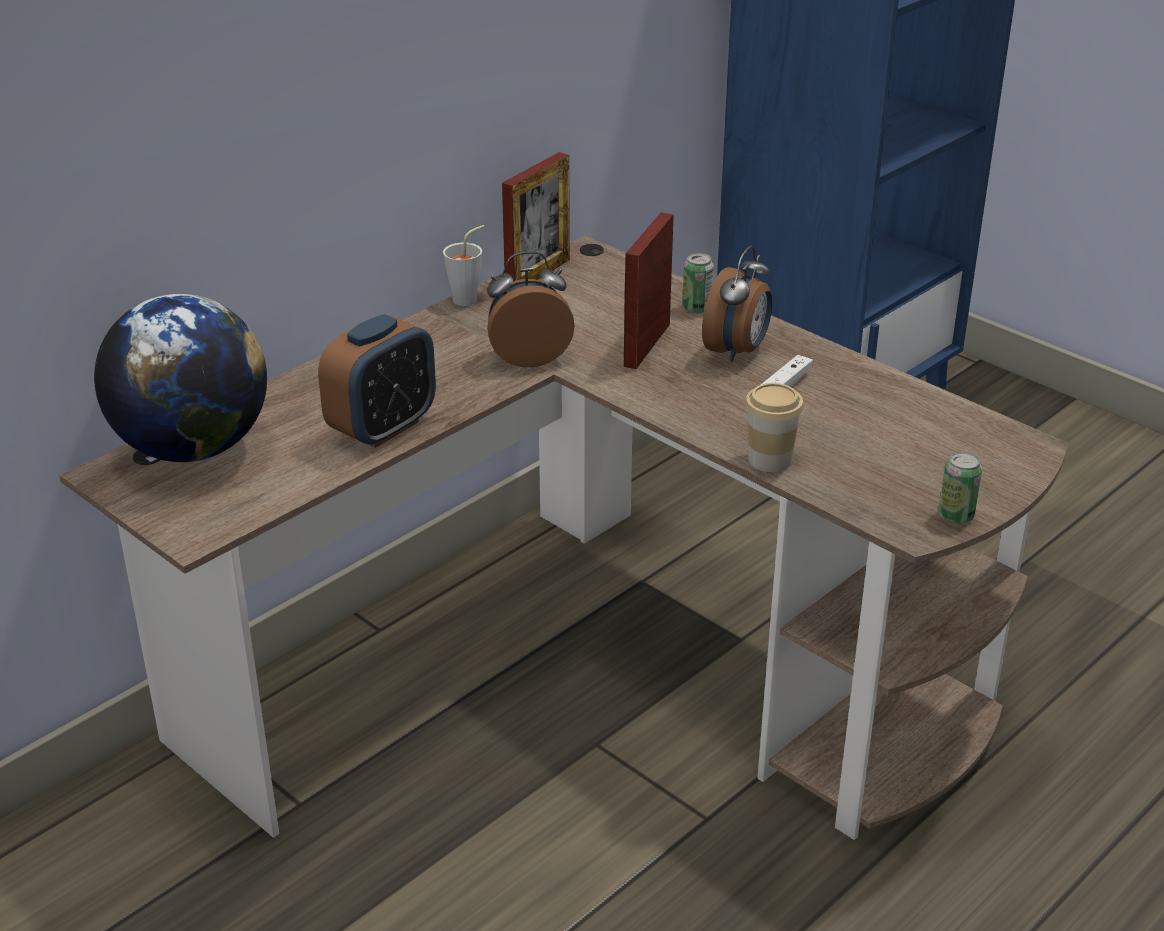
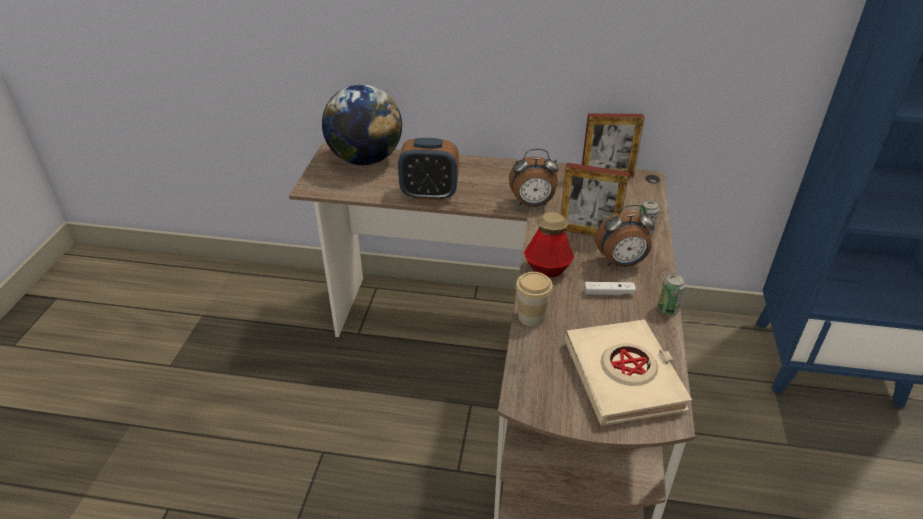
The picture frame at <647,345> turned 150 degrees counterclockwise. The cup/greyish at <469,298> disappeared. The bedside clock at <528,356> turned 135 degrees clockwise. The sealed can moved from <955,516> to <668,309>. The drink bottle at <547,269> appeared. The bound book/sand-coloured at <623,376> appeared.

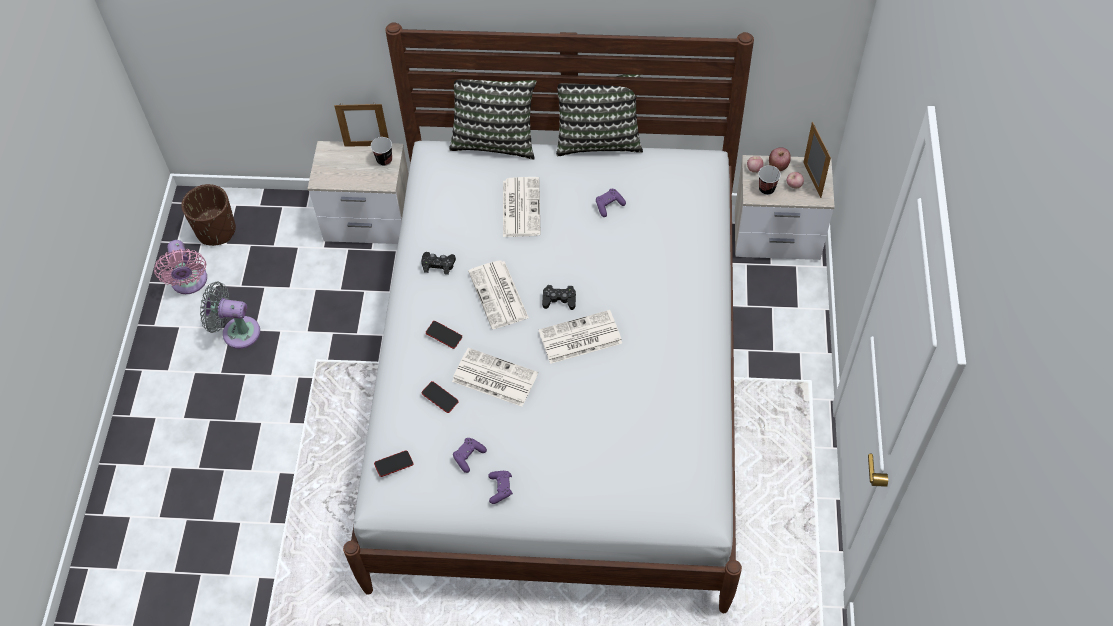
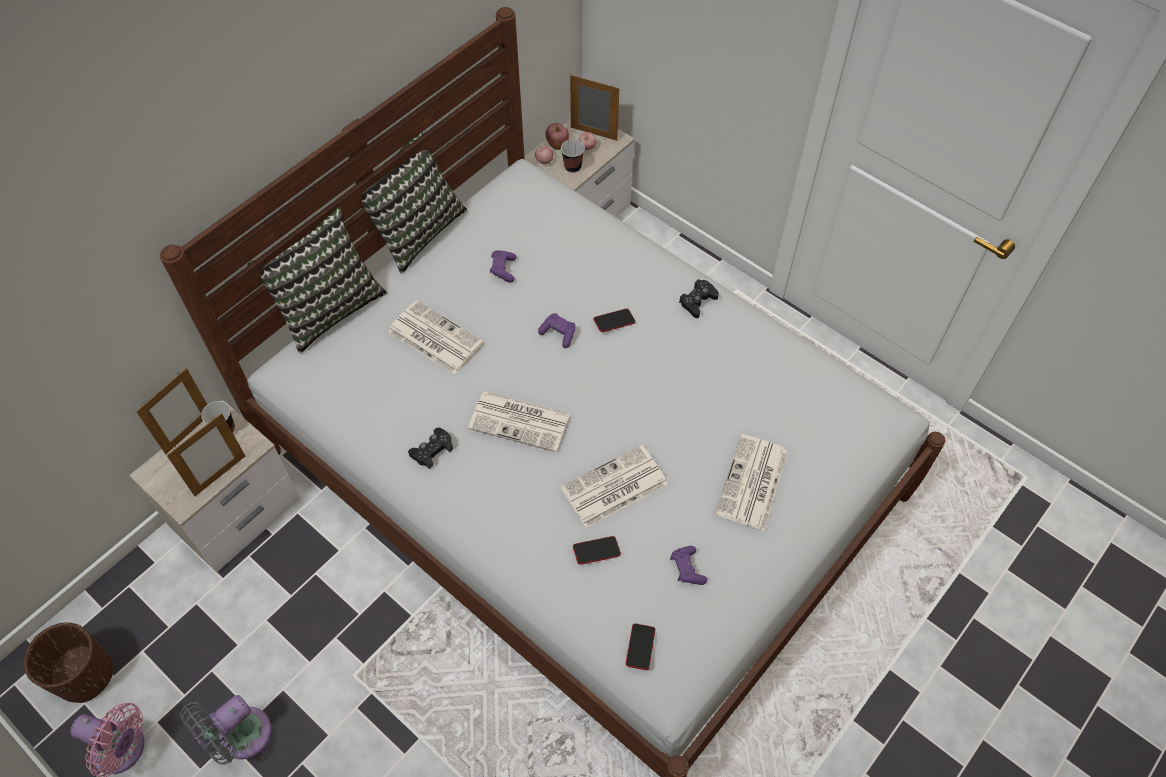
The joypad/black moved from <559,300> to <697,301>. The newspaper moved from <579,338> to <752,484>. The handset moved from <444,336> to <614,322>. The joypad/purplish moved from <500,489> to <558,334>. The picture frame at <220,475> appeared.

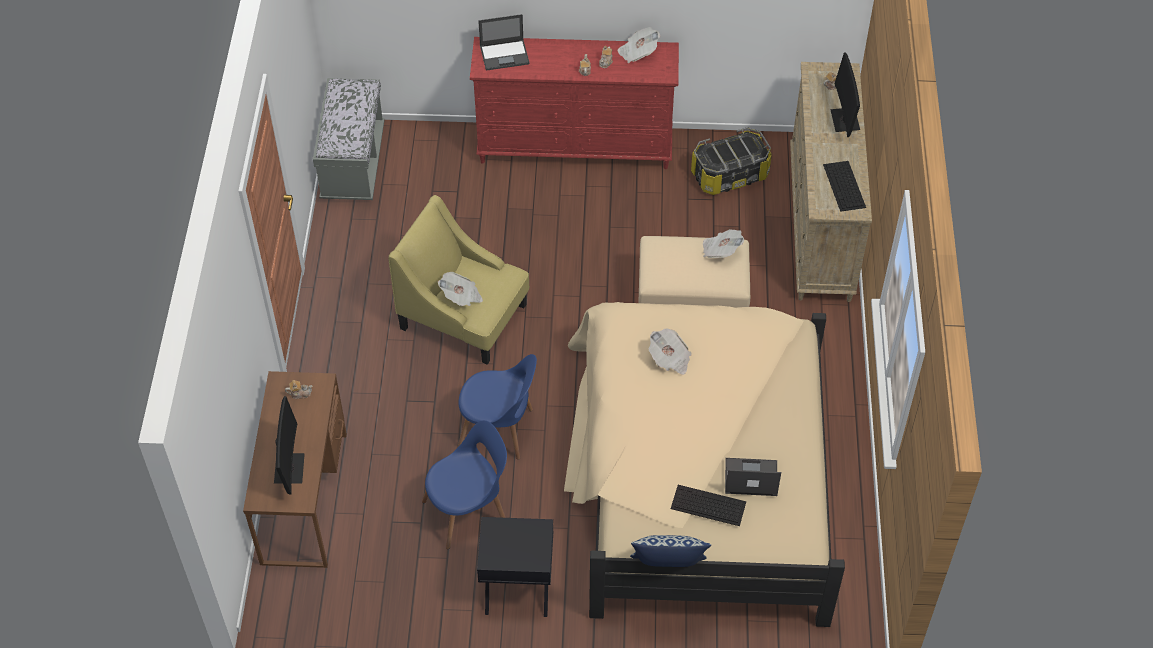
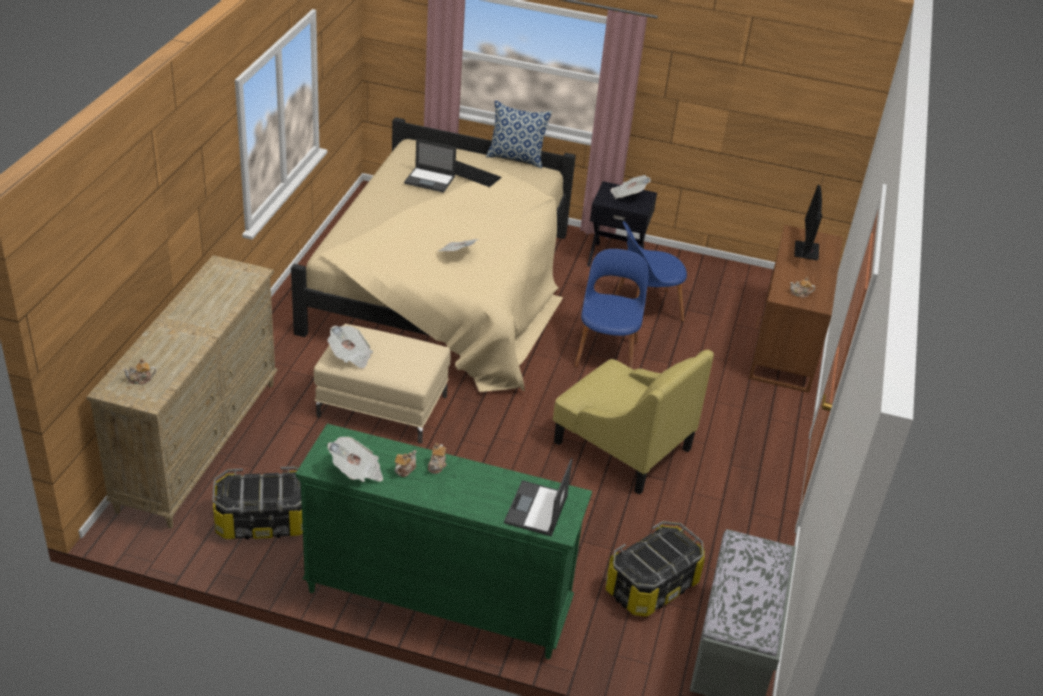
The portable computer at <505,55> turned 75 degrees counterclockwise. The drawer chest/red at <576,148> became the drawer chest/greenish at <436,600>. The monitor at <845,120> disappeared. The computer keyboard at <844,186> disappeared. The newspaper moved from <461,297> to <628,195>. The plain chair/blue at <499,430> turned 75 degrees clockwise. The storage bin at <652,586> appeared.

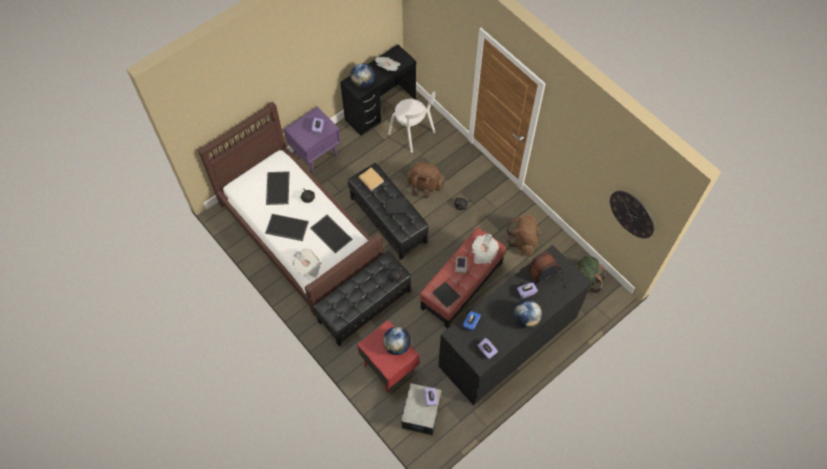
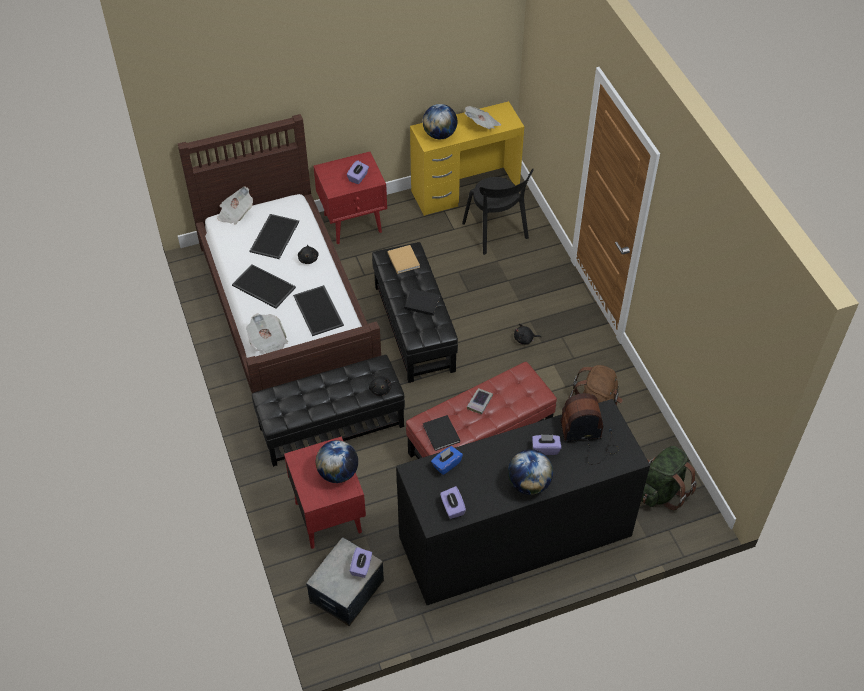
The desk unit/black at <380,109> became the desk unit/yellowish at <465,190>. The plain chair/white-coloured at <413,134> became the plain chair/black at <496,232>. The night table/purplish at <316,155> became the night table/red at <353,223>. The rucksack/brown at <424,186> disappeared. The clock on the wall at <632,214> disappeared. The newspaper moved from <483,253> to <235,212>.

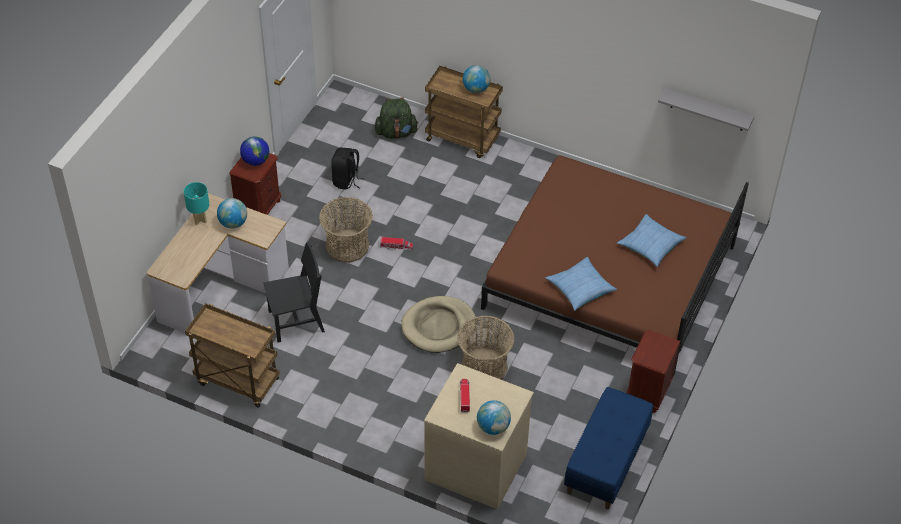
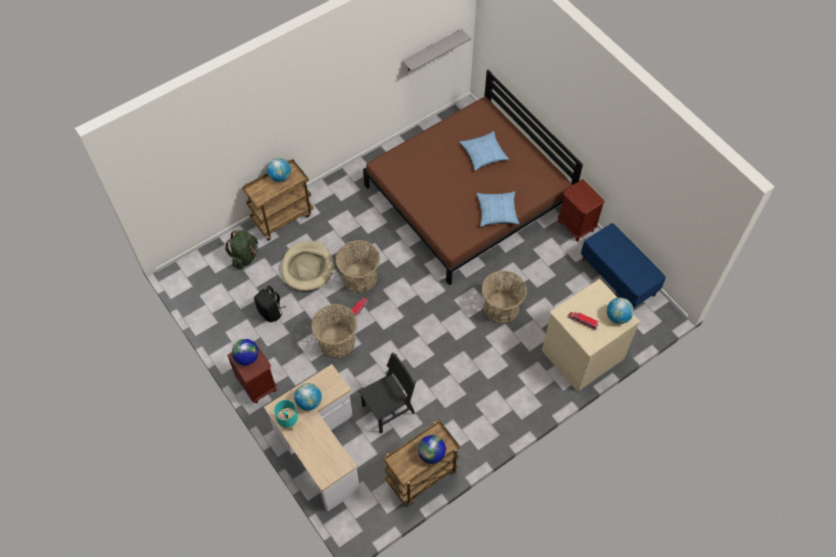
The plain chair/black at <296,321> turned 45 degrees clockwise. The dog bed/sand-coloured moved from <439,326> to <307,267>. The basket at <359,277> appeared. The desk globe at <431,454> appeared.

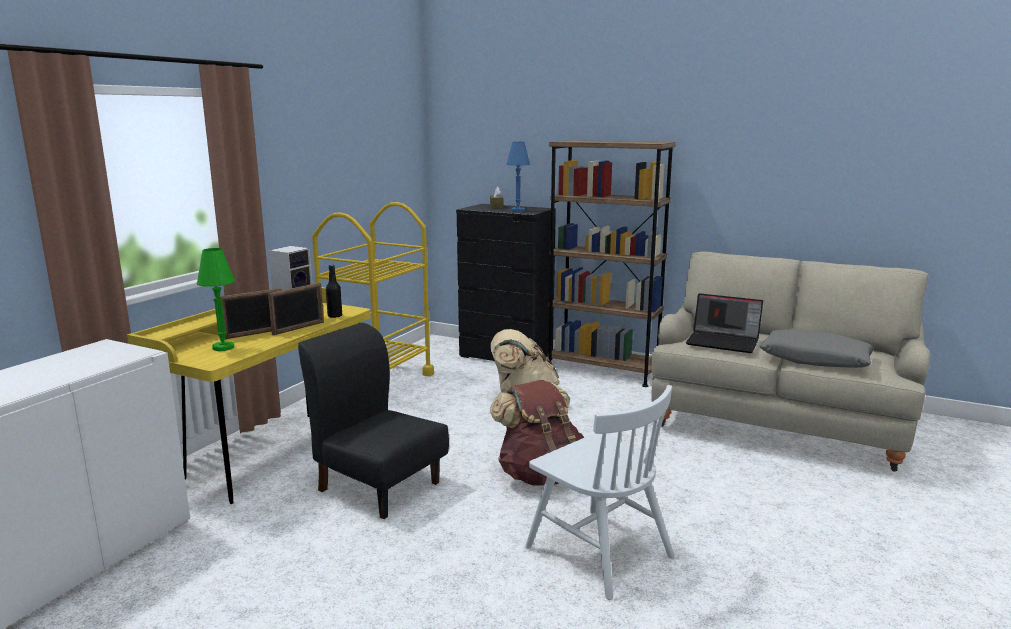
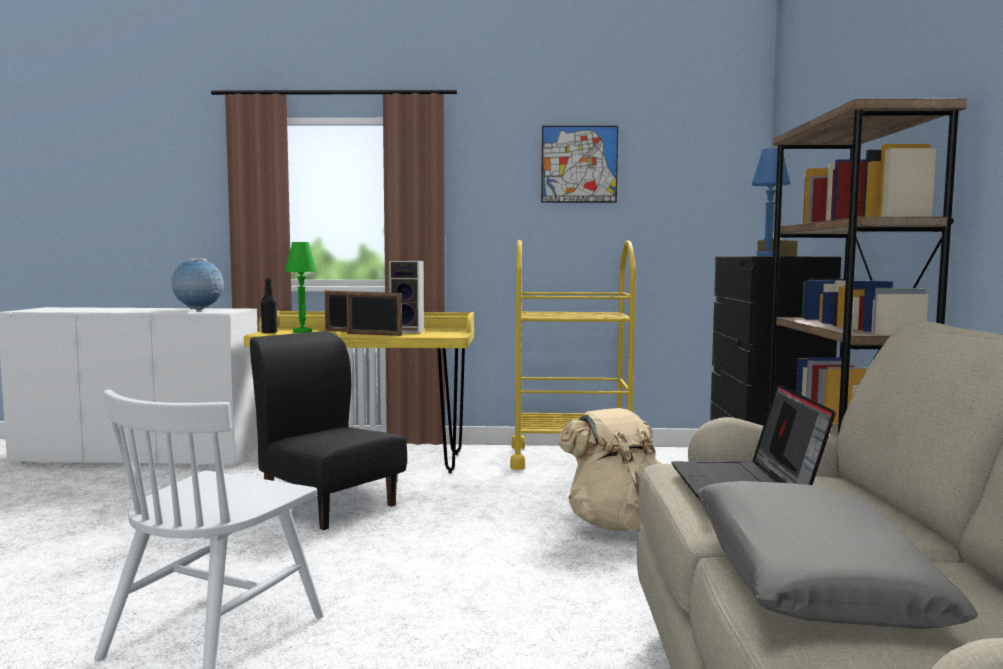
The drink bottle/black moved from <335,316> to <269,332>. The plain chair/black at <379,485> turned 60 degrees counterclockwise. The rucksack/brown at <540,475> disappeared. The wall art at <579,164> appeared. The desk globe at <198,310> appeared.

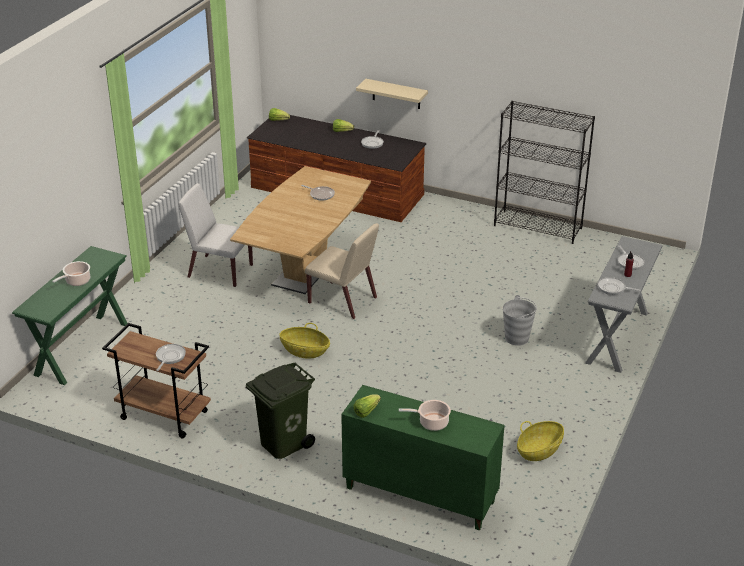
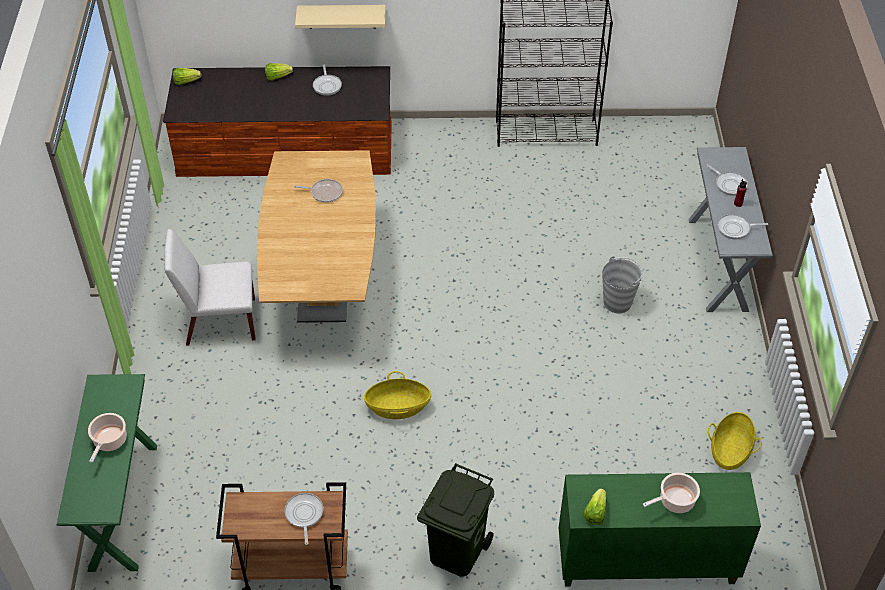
The plain chair/sand-coloured at <343,300> disappeared.

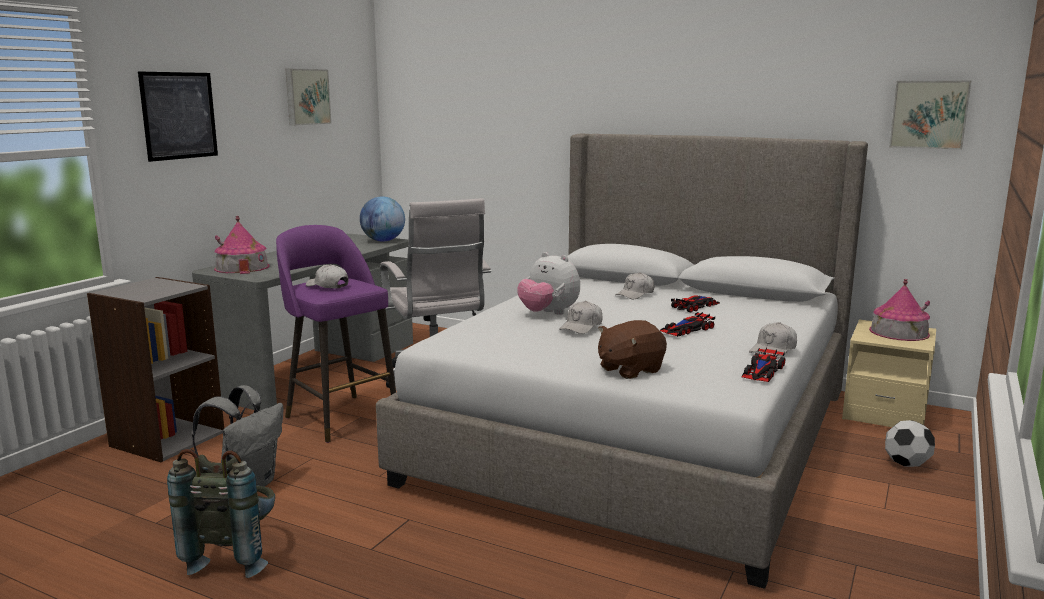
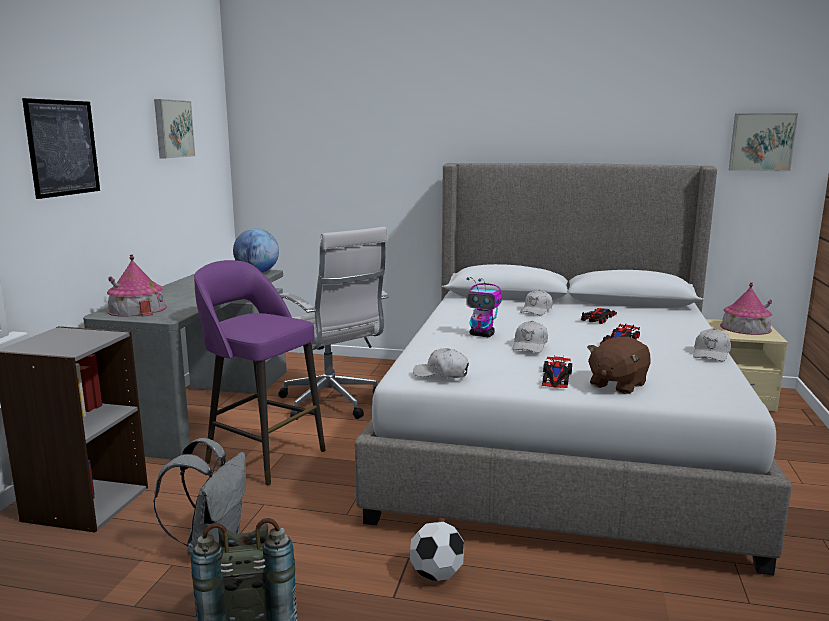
The soft toy at <548,314> was replaced by the robot figure at <482,335>. The baseball cap/white-coloured moved from <327,286> to <441,374>. The model car moved from <763,371> to <556,378>. The ball for football moved from <906,464> to <437,575>.

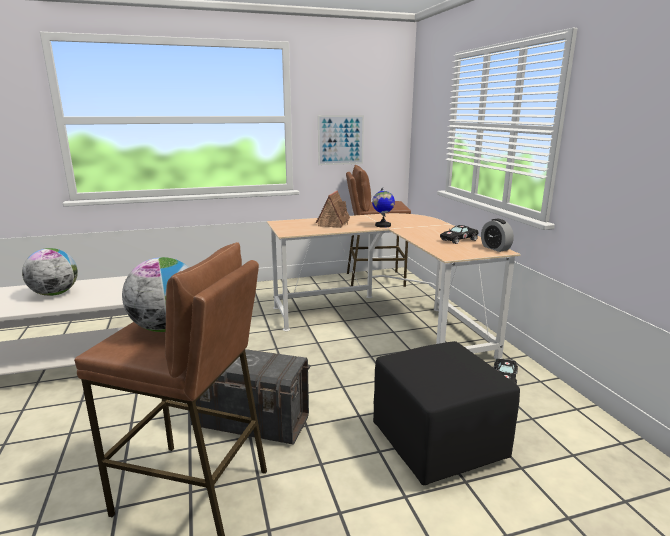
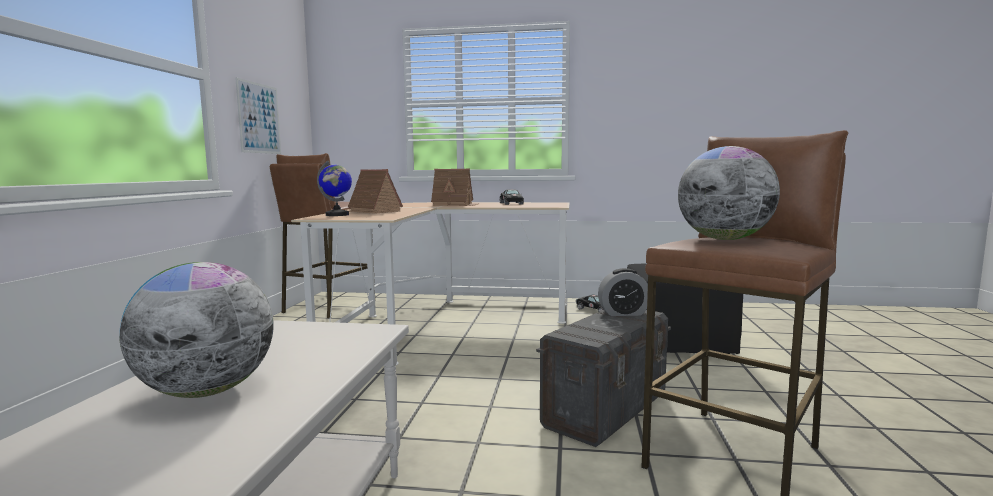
The desk globe moved from <382,225> to <337,215>. The bedside clock moved from <495,248> to <623,313>. The toy house at <455,205> appeared.

